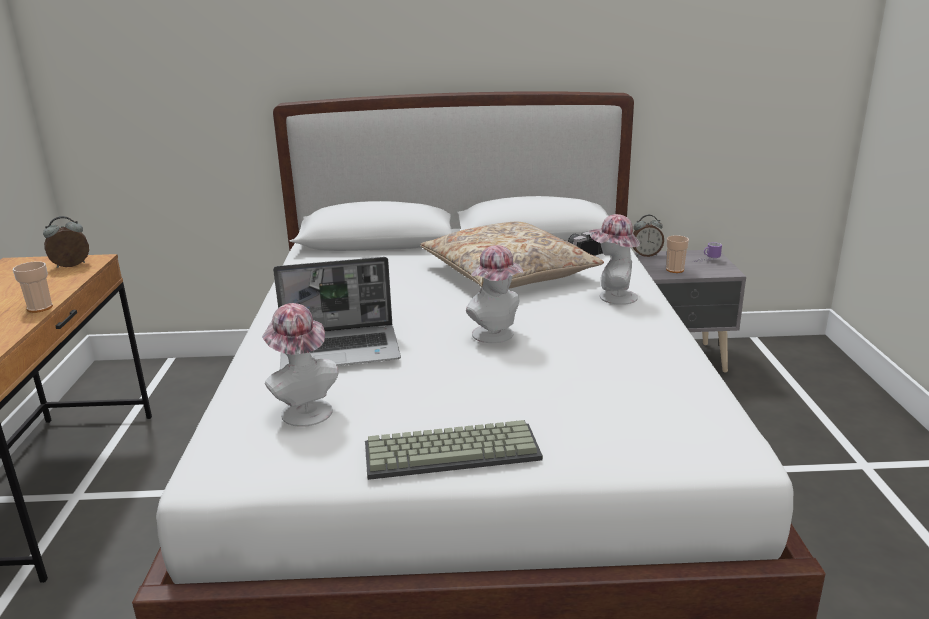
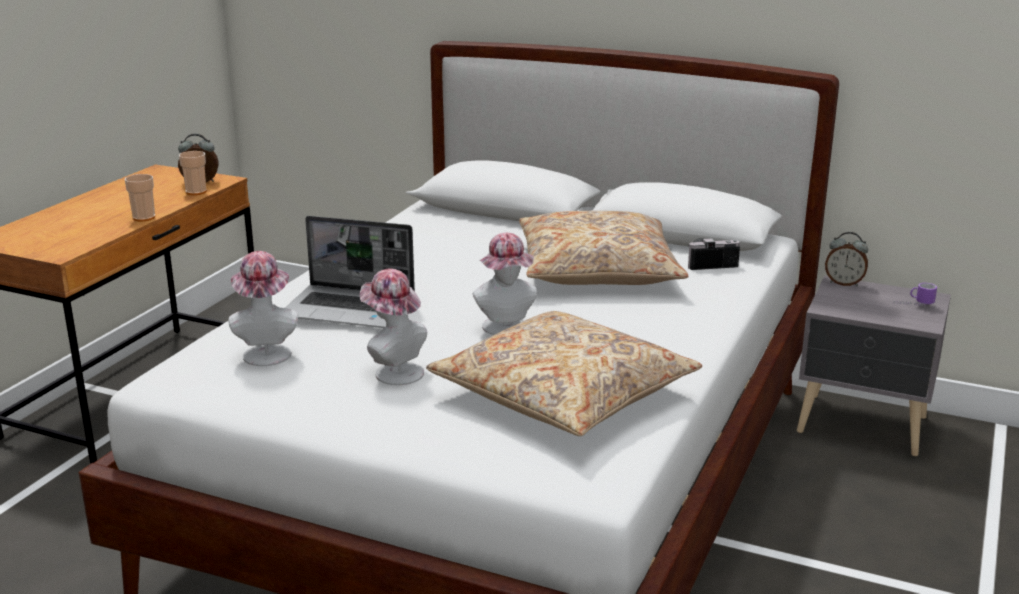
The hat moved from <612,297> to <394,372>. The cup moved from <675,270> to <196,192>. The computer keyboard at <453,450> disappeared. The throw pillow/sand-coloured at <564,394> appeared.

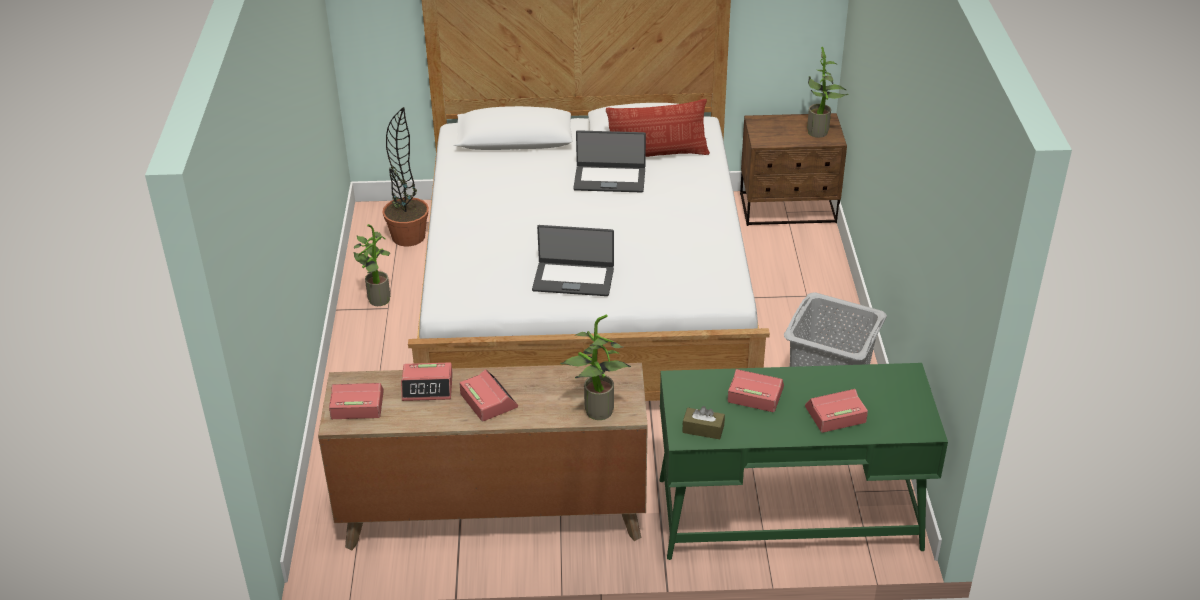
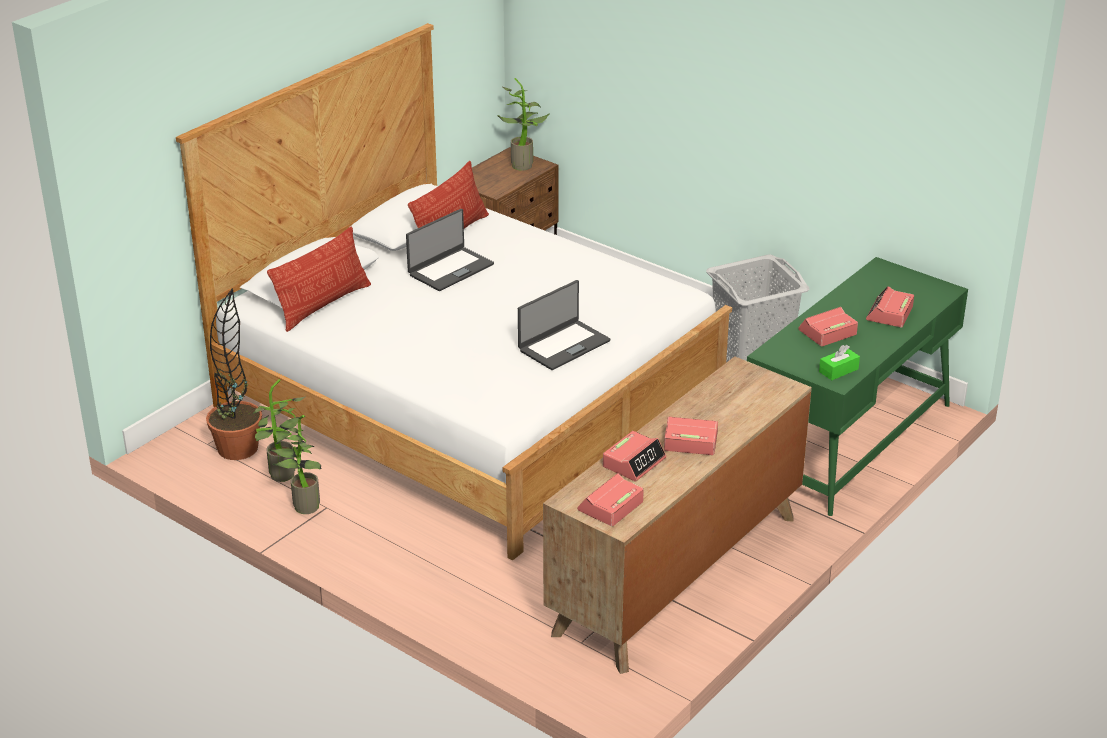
The plant in a pot moved from <596,413> to <282,477>. The tissue box/brown at <703,429> became the tissue box/greenish at <838,370>. The throw pillow at <323,305> appeared.

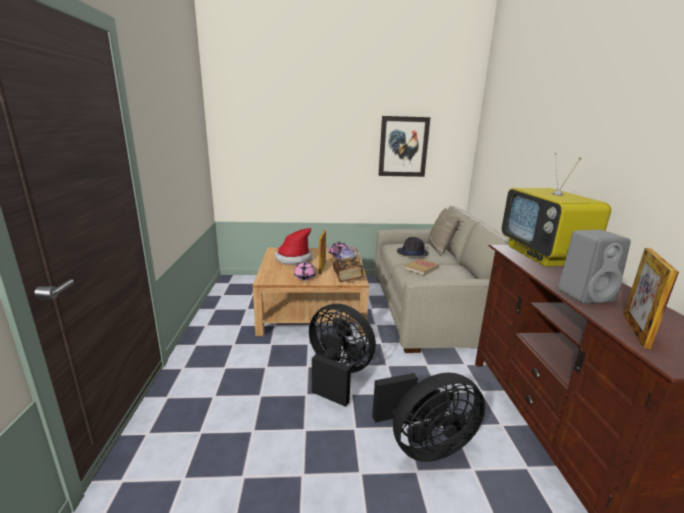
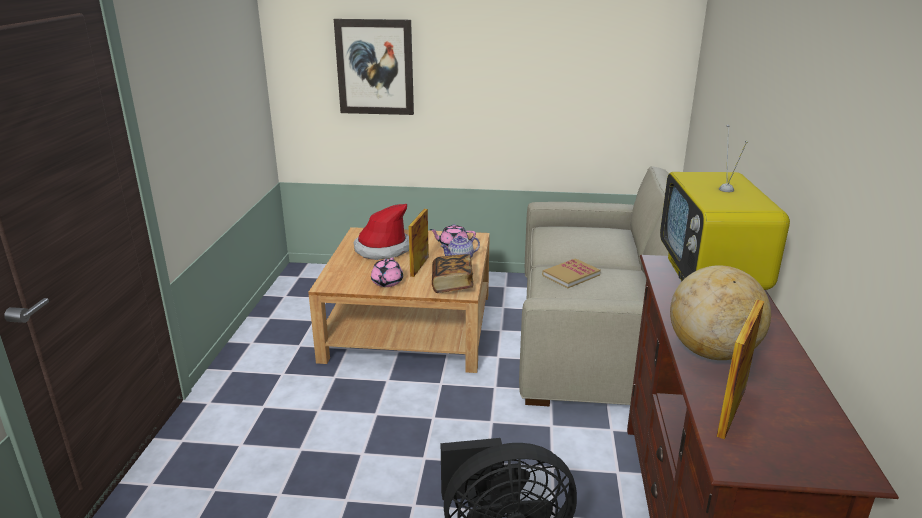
The wall art moved from <403,147> to <375,67>. The throw pillow/sand-coloured at <440,249> disappeared. The audio speaker/greyish at <586,295> was replaced by the desk globe at <712,352>. The hat/black at <412,252> disappeared. The cooling fan/black at <337,375> disappeared.

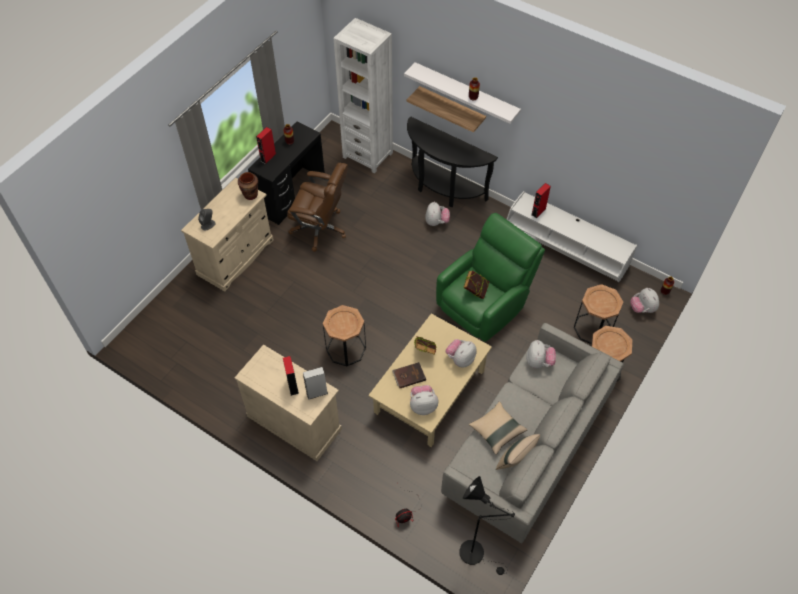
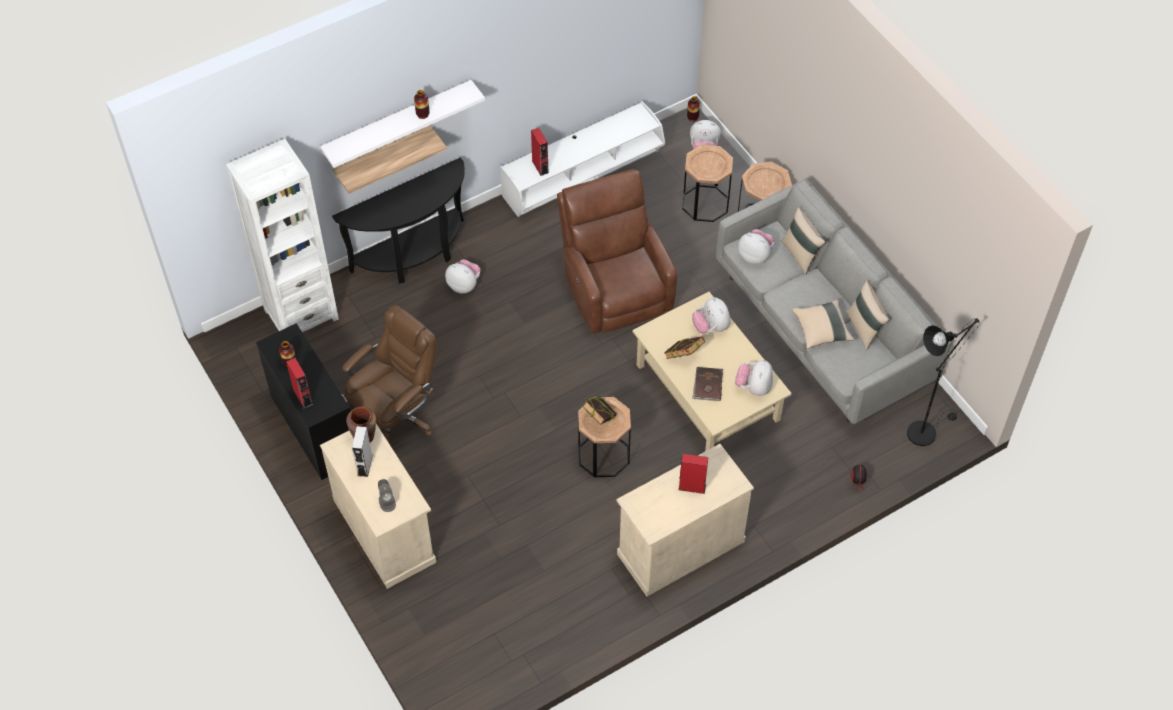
The lounge chair/greenish at <484,303> became the lounge chair/brown at <615,288>. The bound book moved from <475,291> to <599,419>. The audio speaker/greyish moved from <317,393> to <365,465>. The throw pillow/sand-coloured at <800,255> appeared.

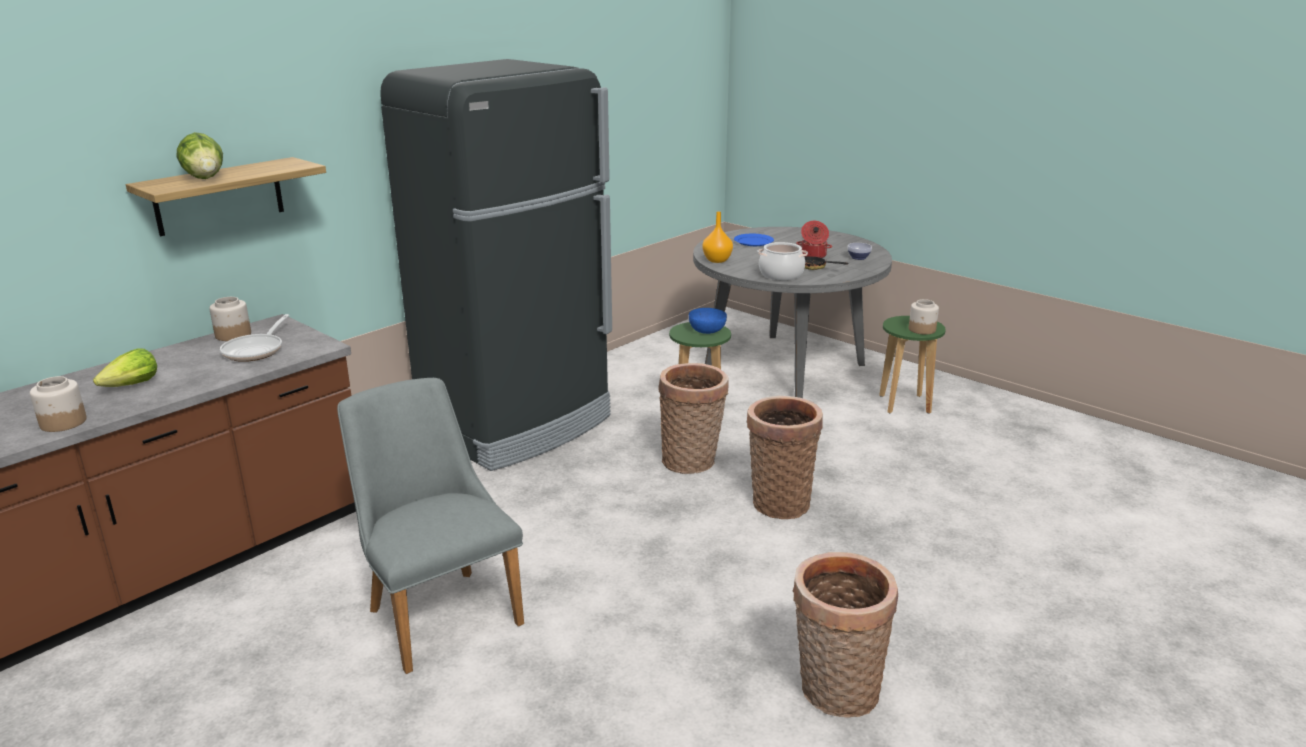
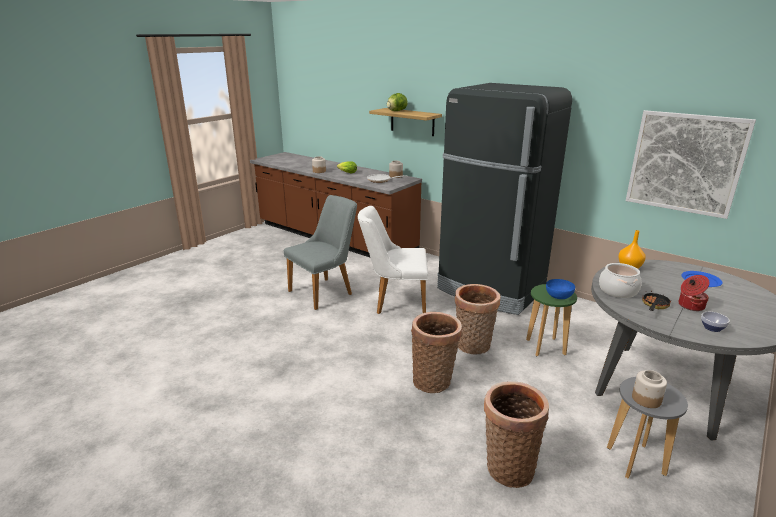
The stool seat/greenish at <904,404> became the stool seat/greyish at <635,461>. The basket moved from <835,692> to <508,466>. The wall art at <685,163> appeared. The plain chair/white-coloured at <395,302> appeared.

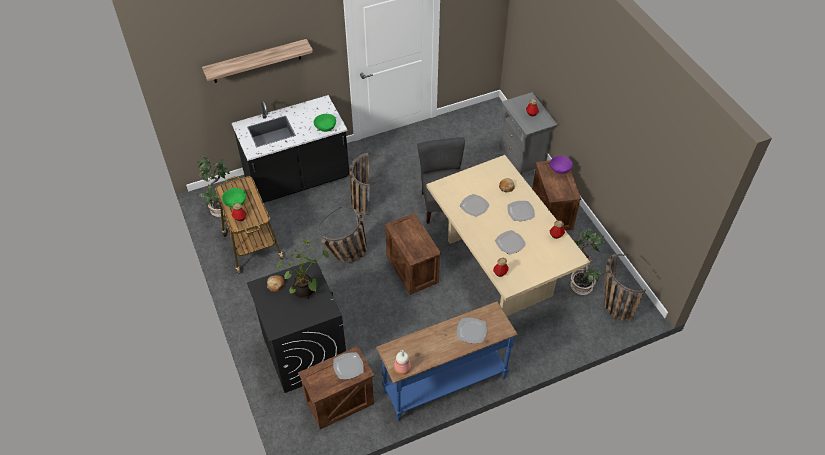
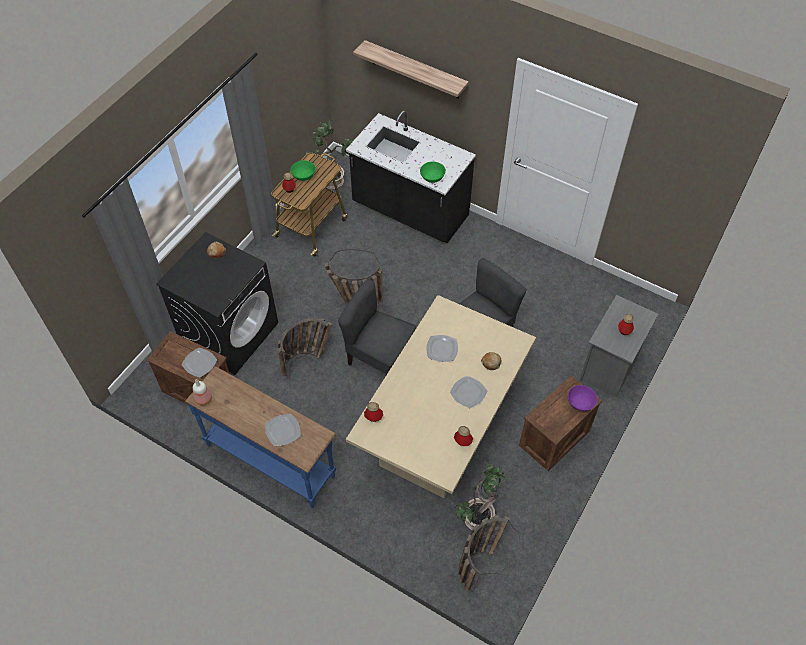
The basket moved from <363,198> to <307,361>. The shipping crate at <411,269> was replaced by the plain chair/greyish at <380,358>. The flat dish at <510,243> disappeared. The plant in a pot at <305,292> disappeared.

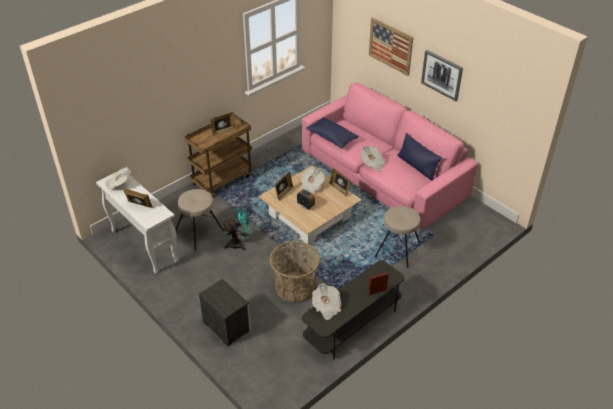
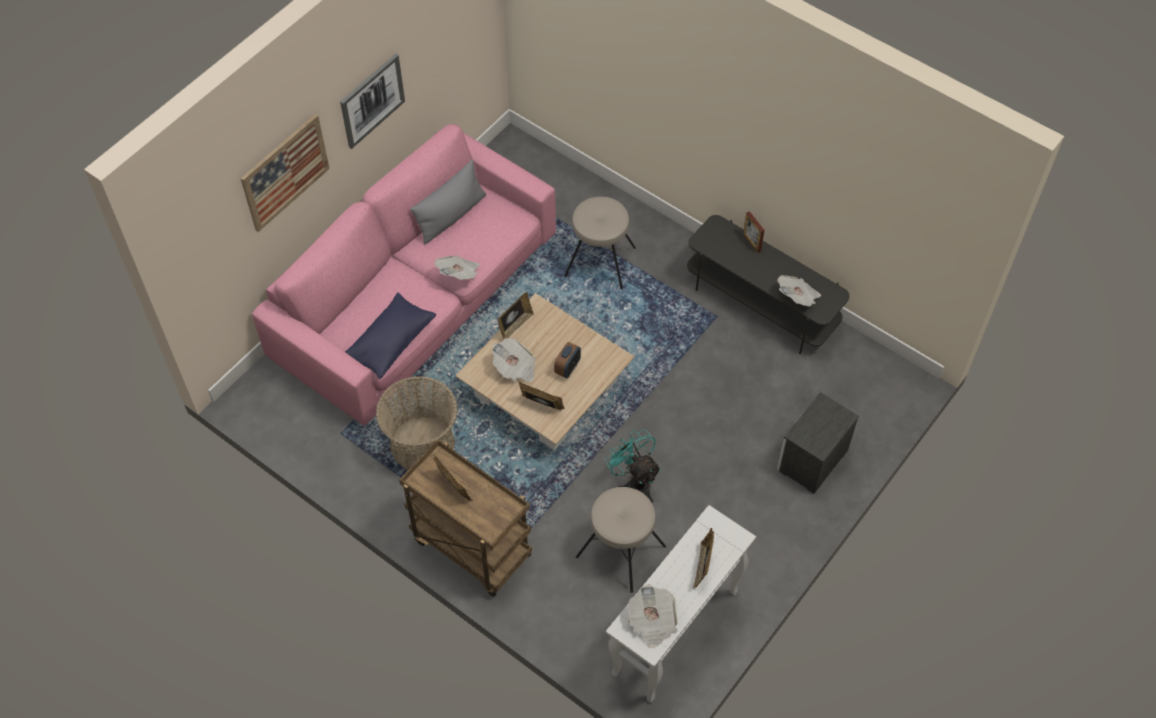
The throw pillow/blue at <417,167> became the throw pillow/greyish at <451,216>. The basket moved from <295,287> to <422,444>.

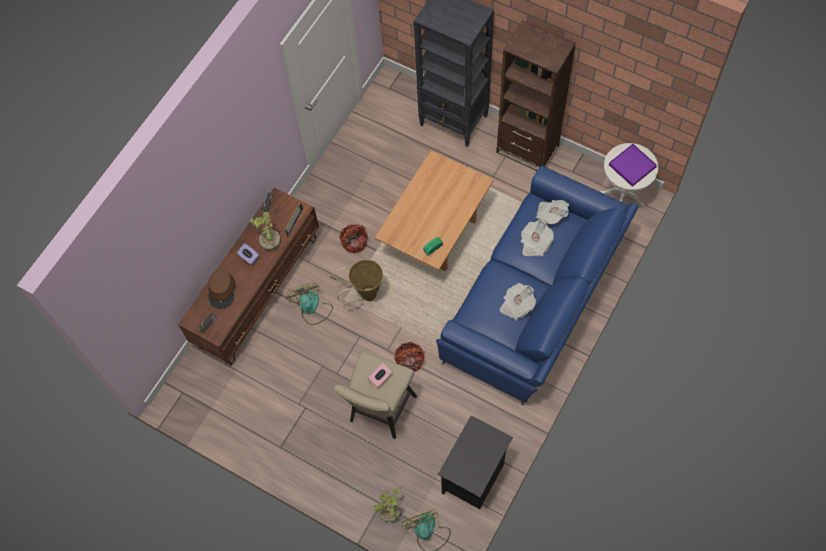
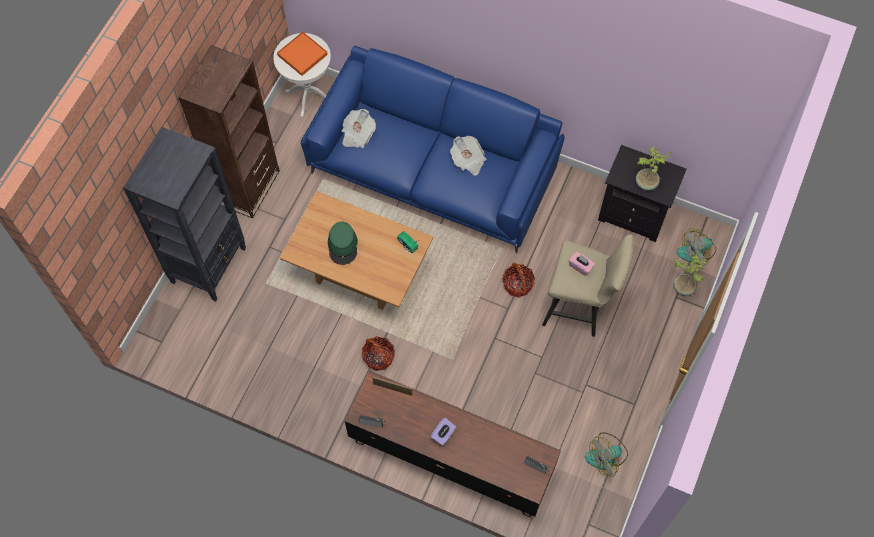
The serving tray/purplish at <632,166> became the serving tray/orange at <302,55>. The plant in a pot moved from <270,243> to <646,183>. The newspaper at <535,243> disappeared. The basket at <364,295> disappeared. The hat/brown at <222,290> disappeared. The cooling fan moved from <311,308> to <606,456>. The hat/greenish at <343,245> appeared.

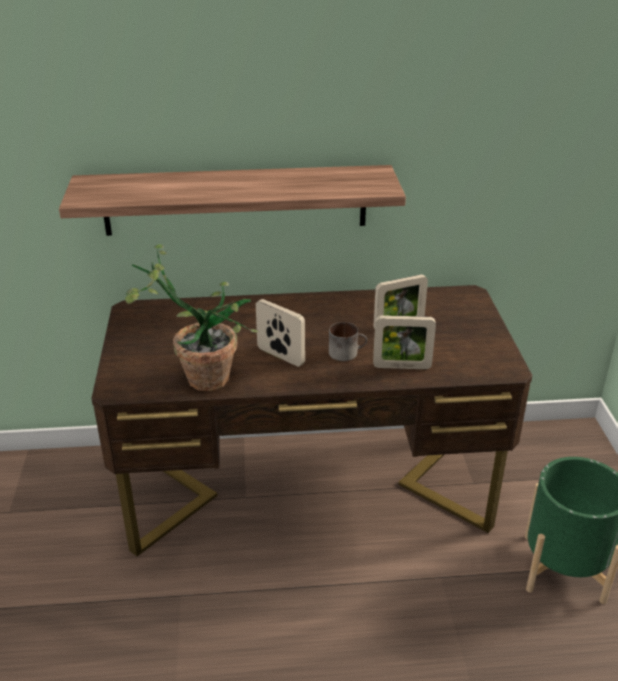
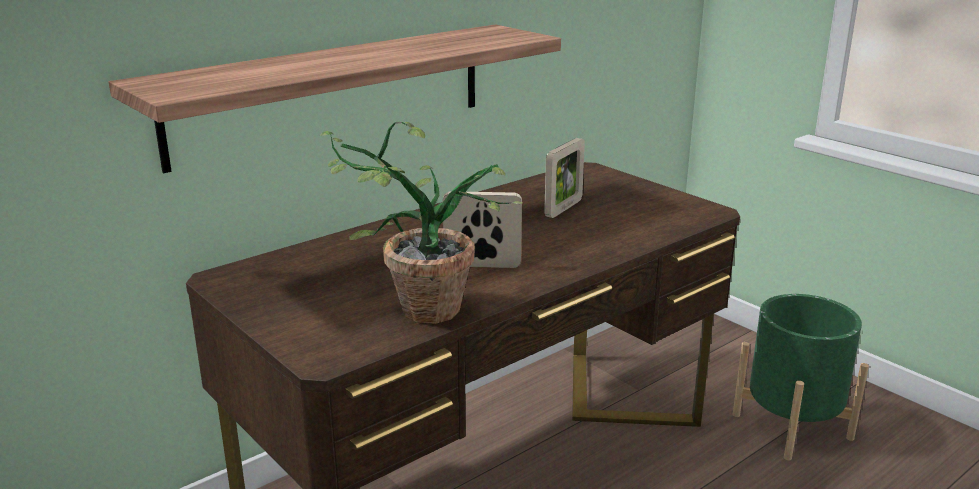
The picture frame at <402,366> disappeared. The coffee mug at <347,352> disappeared.

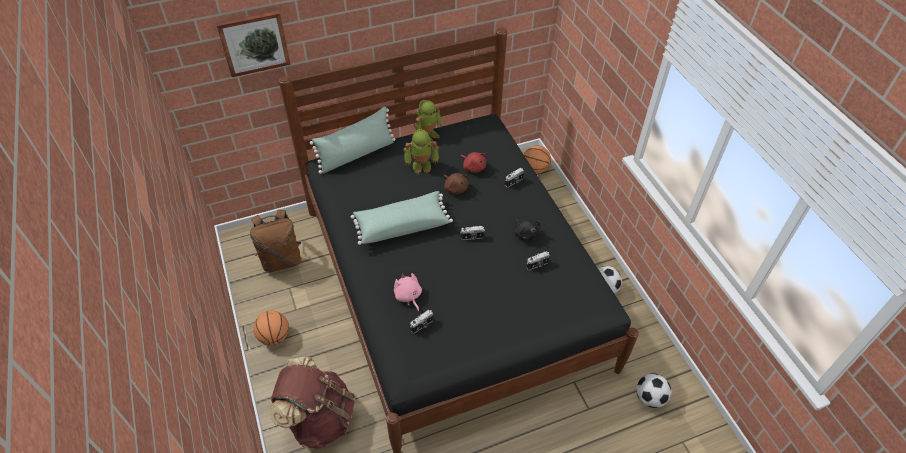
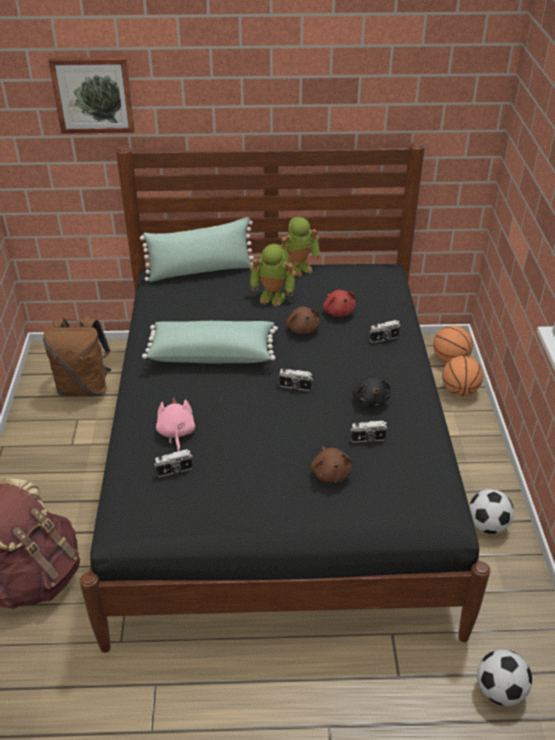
The basketball ball moved from <274,336> to <459,391>. The soft toy/brown at <330,473> appeared.

